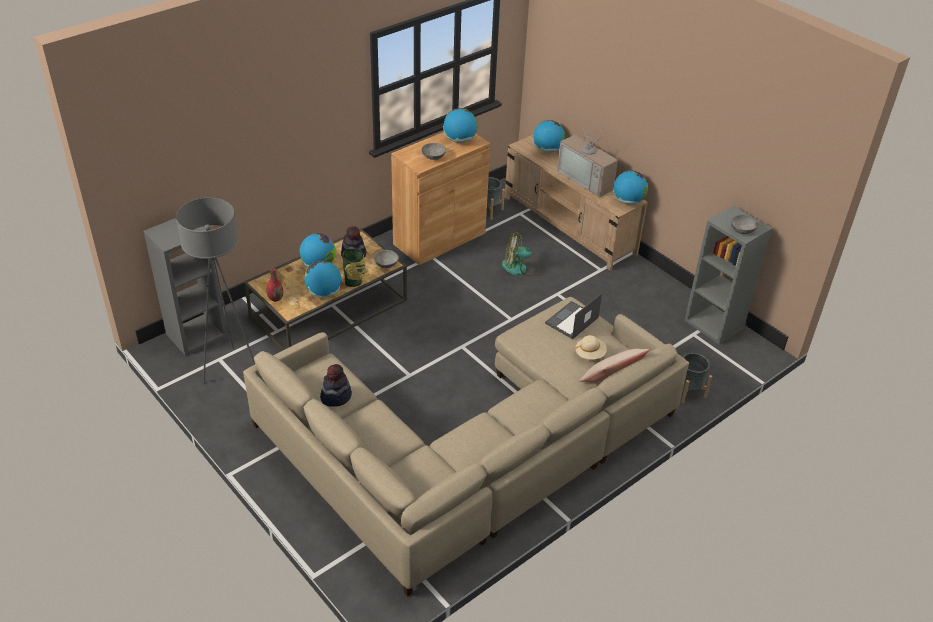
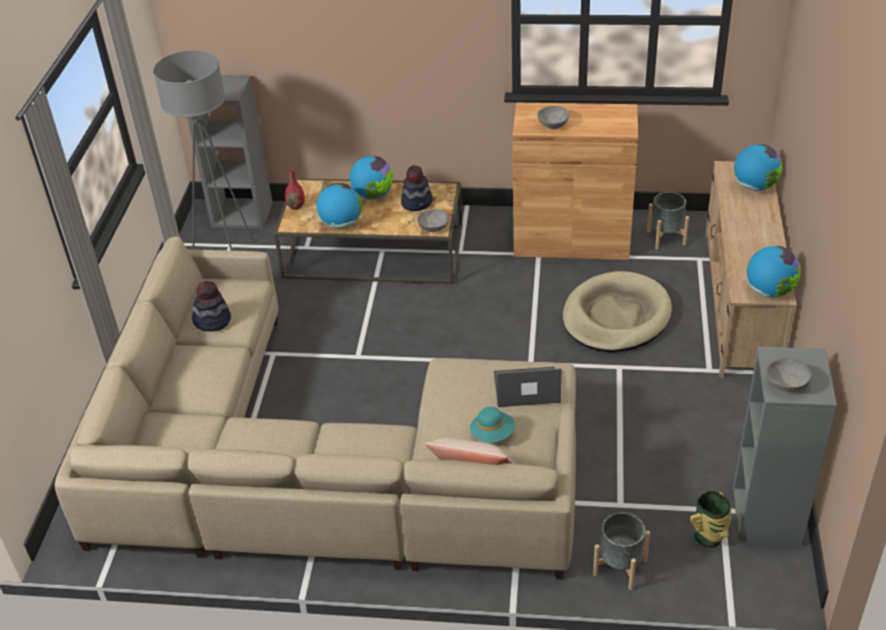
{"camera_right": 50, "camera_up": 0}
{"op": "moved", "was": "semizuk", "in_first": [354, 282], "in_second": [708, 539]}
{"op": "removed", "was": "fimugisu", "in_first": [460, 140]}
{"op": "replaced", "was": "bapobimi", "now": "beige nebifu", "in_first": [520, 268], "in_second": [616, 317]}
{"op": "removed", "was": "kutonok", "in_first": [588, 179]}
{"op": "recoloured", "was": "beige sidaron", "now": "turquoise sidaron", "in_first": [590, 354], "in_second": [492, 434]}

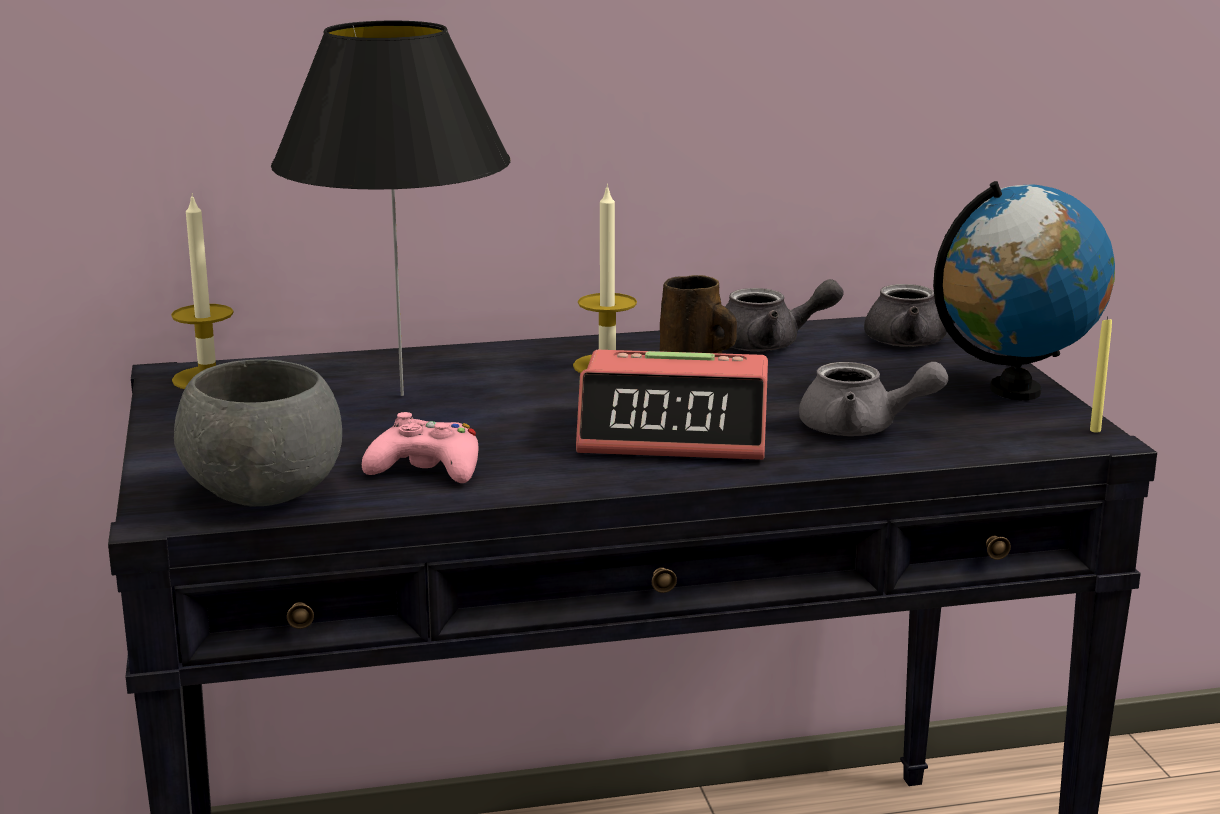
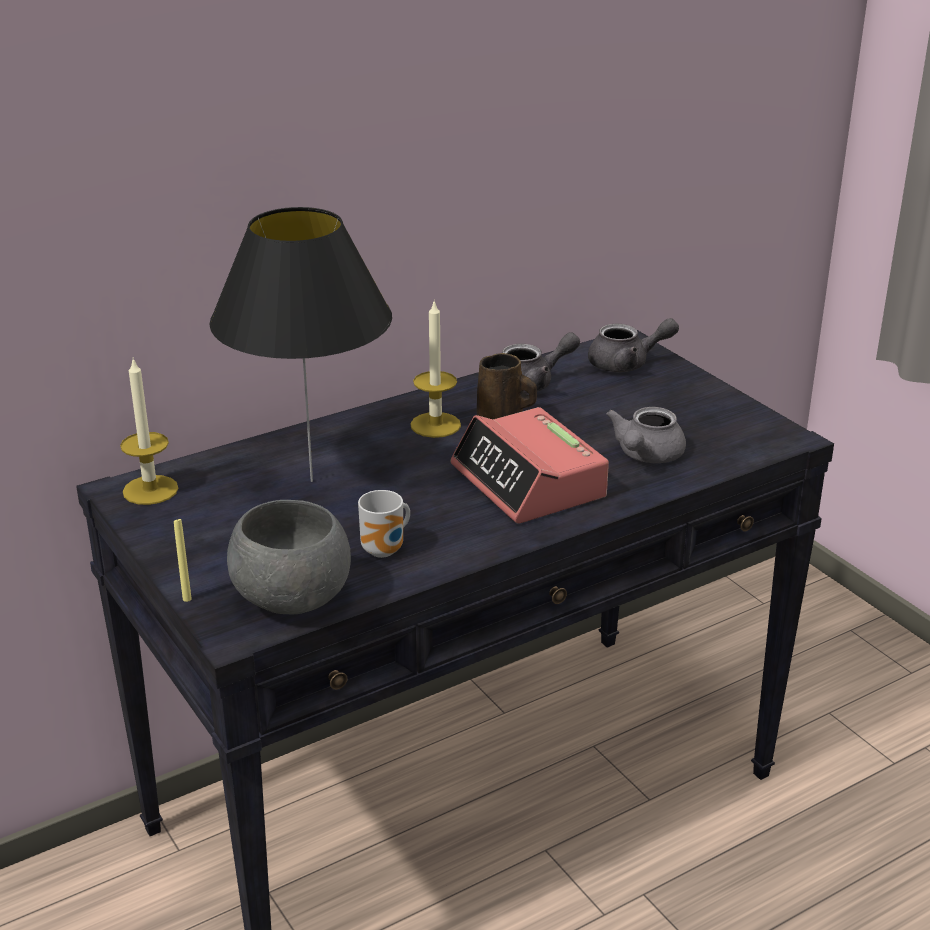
{"camera_right": -20, "camera_up": 10}
{"op": "replaced", "was": "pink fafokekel", "now": "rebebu", "in_first": [427, 469], "in_second": [386, 550]}
{"op": "turned", "was": "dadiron", "in_first": [676, 432], "in_second": [529, 482], "clockwise": 75}
{"op": "turned", "was": "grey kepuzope", "in_first": [861, 428], "in_second": [645, 456], "clockwise": 120}
{"op": "removed", "was": "fimugisu", "in_first": [1015, 391]}
{"op": "moved", "was": "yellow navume", "in_first": [1095, 430], "in_second": [187, 599]}

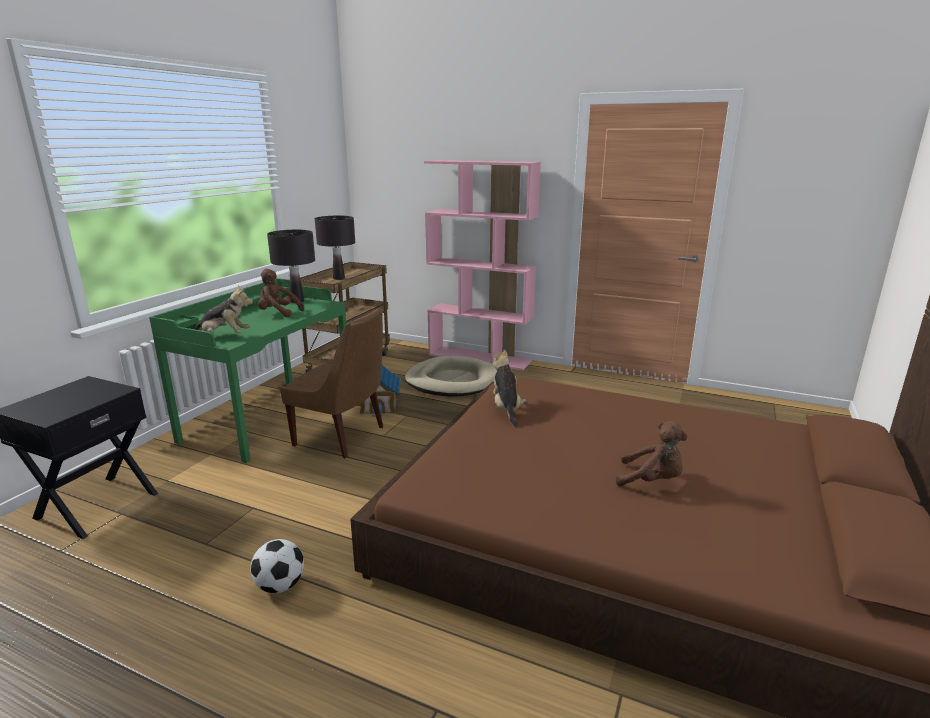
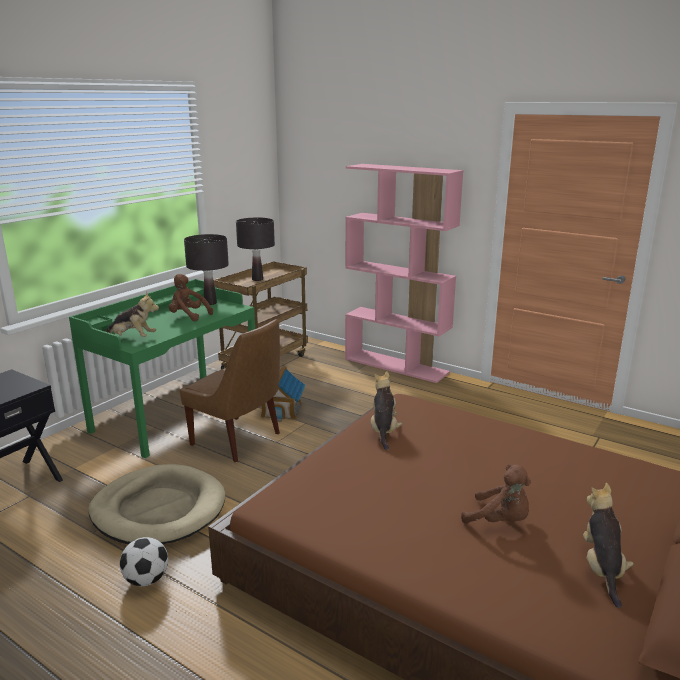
{"camera_right": 10, "camera_up": 0}
{"op": "moved", "was": "beige nebifu", "in_first": [452, 381], "in_second": [159, 509]}
{"op": "added", "now": "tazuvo", "in_second": [602, 568]}

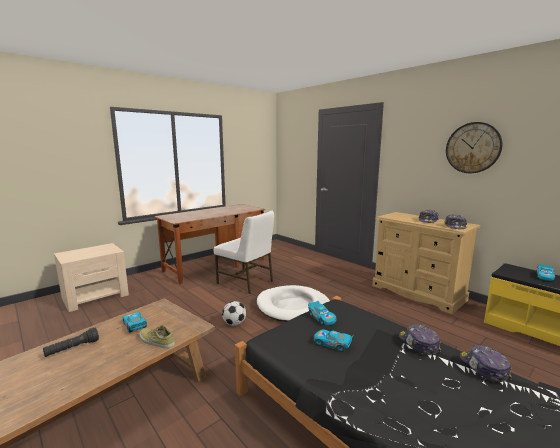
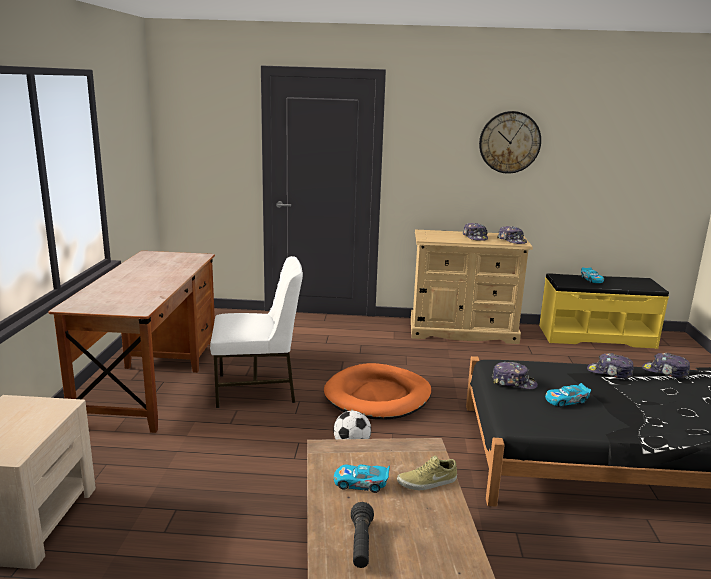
{"camera_right": -45, "camera_up": 5}
{"op": "recoloured", "was": "white nebifu", "now": "orange nebifu", "in_first": [293, 307], "in_second": [378, 396]}
{"op": "replaced", "was": "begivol", "now": "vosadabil", "in_first": [322, 318], "in_second": [513, 382]}

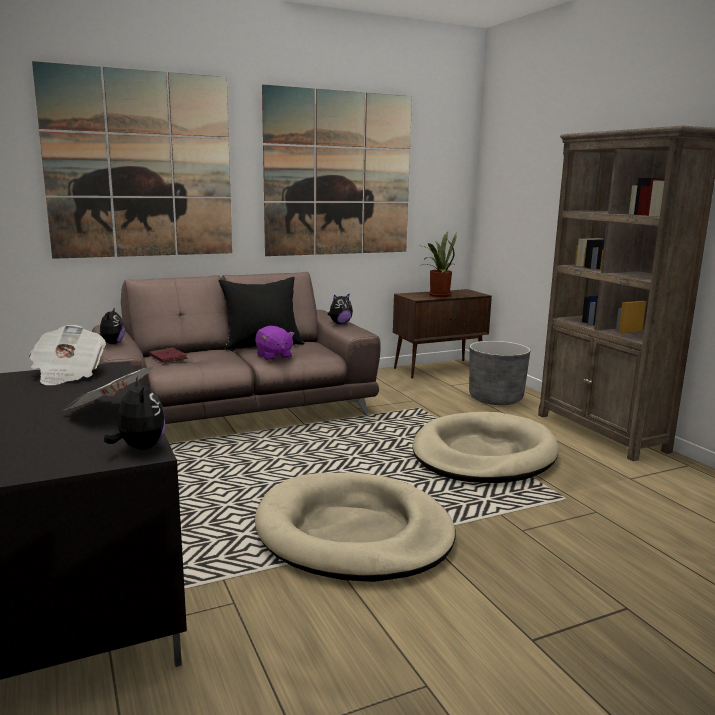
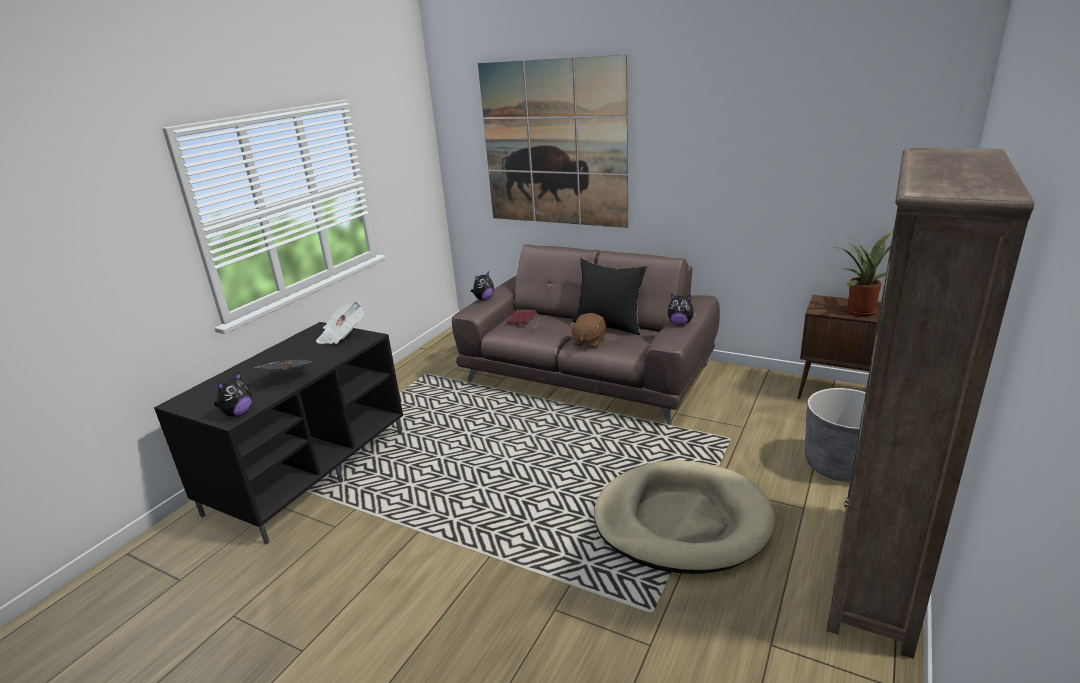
{"camera_right": 55, "camera_up": 10}
{"op": "recoloured", "was": "purple tazuvo", "now": "brown tazuvo", "in_first": [273, 356], "in_second": [588, 342]}
{"op": "removed", "was": "beige nebifu", "in_first": [354, 533]}
{"op": "removed", "was": "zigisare", "in_first": [339, 174]}

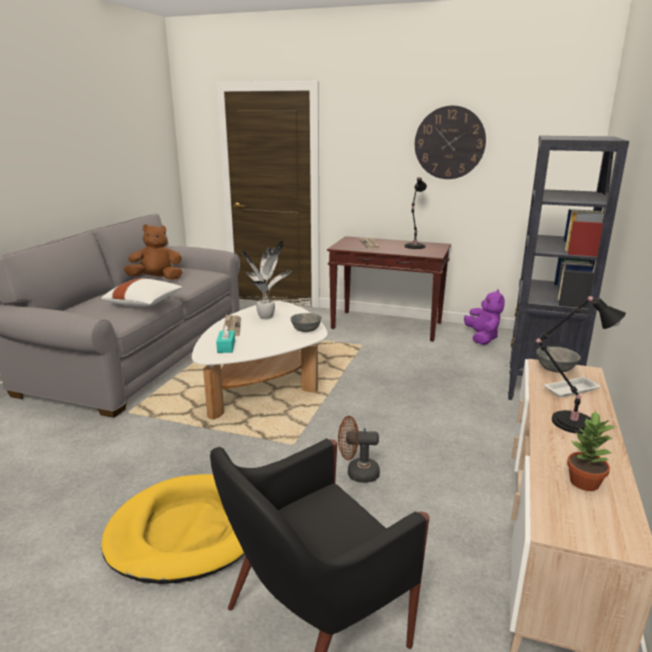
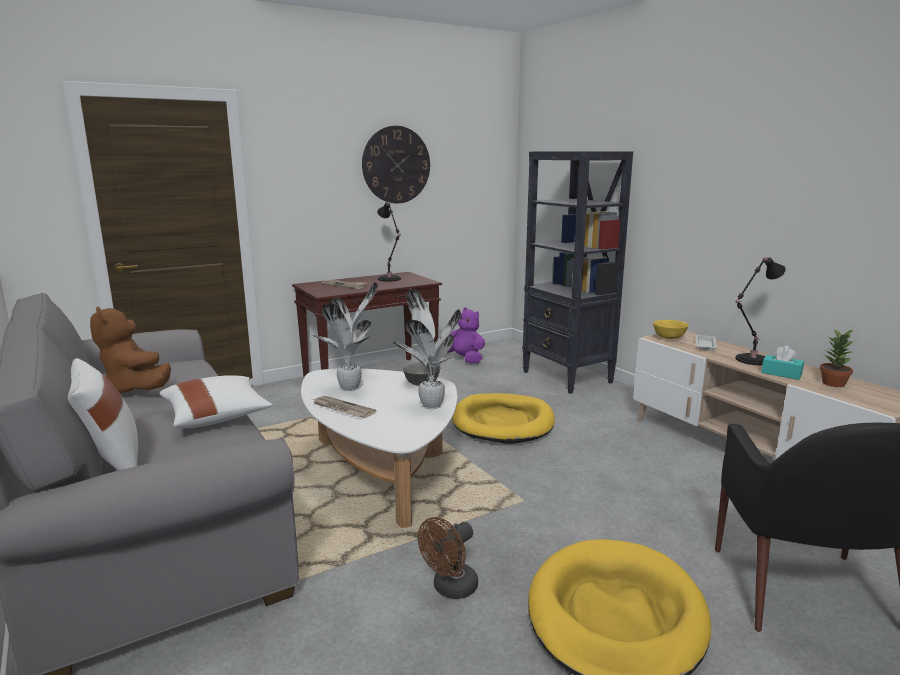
{"camera_right": -50, "camera_up": -5}
{"op": "turned", "was": "brown tazuvo", "in_first": [157, 279], "in_second": [136, 389], "clockwise": -75}
{"op": "moved", "was": "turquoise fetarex", "in_first": [226, 347], "in_second": [781, 374]}
{"op": "moved", "was": "brown bapobimi", "in_first": [357, 473], "in_second": [450, 589]}
{"op": "recoloured", "was": "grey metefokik", "now": "yellow metefokik", "in_first": [555, 369], "in_second": [668, 338]}
{"op": "added", "now": "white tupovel", "in_second": [110, 464]}
{"op": "added", "now": "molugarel", "in_second": [430, 405]}
{"op": "added", "now": "yellow nebifu", "in_second": [503, 422]}

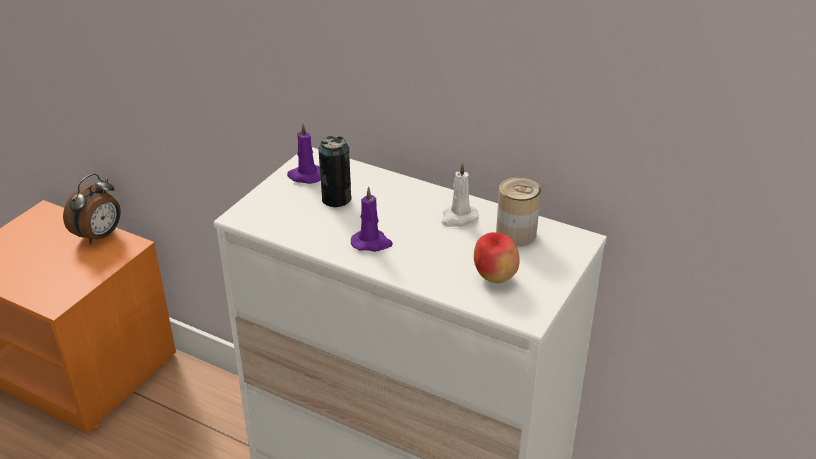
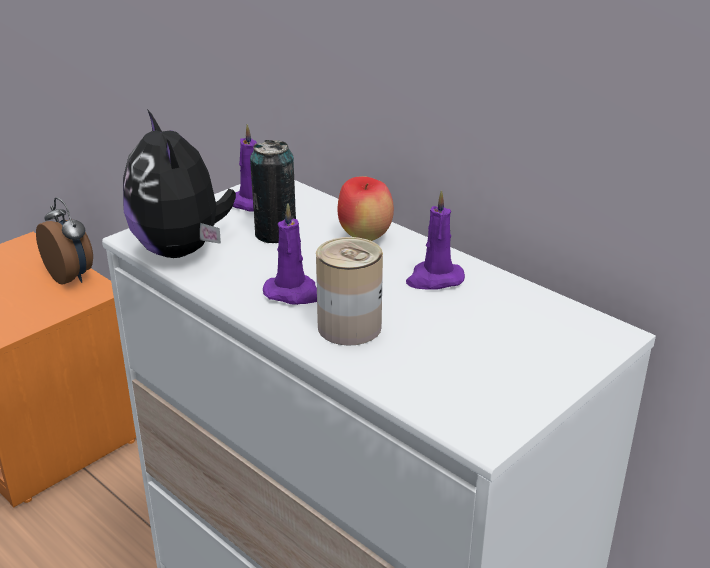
{"camera_right": 15, "camera_up": -5}
{"op": "turned", "was": "dadiron", "in_first": [100, 236], "in_second": [72, 276], "clockwise": -90}
{"op": "recoloured", "was": "white navume", "now": "purple navume", "in_first": [458, 218], "in_second": [434, 279]}
{"op": "moved", "was": "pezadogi", "in_first": [495, 277], "in_second": [365, 237]}
{"op": "moved", "was": "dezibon", "in_first": [516, 233], "in_second": [349, 327]}
{"op": "added", "now": "tazuvo", "in_second": [182, 250]}

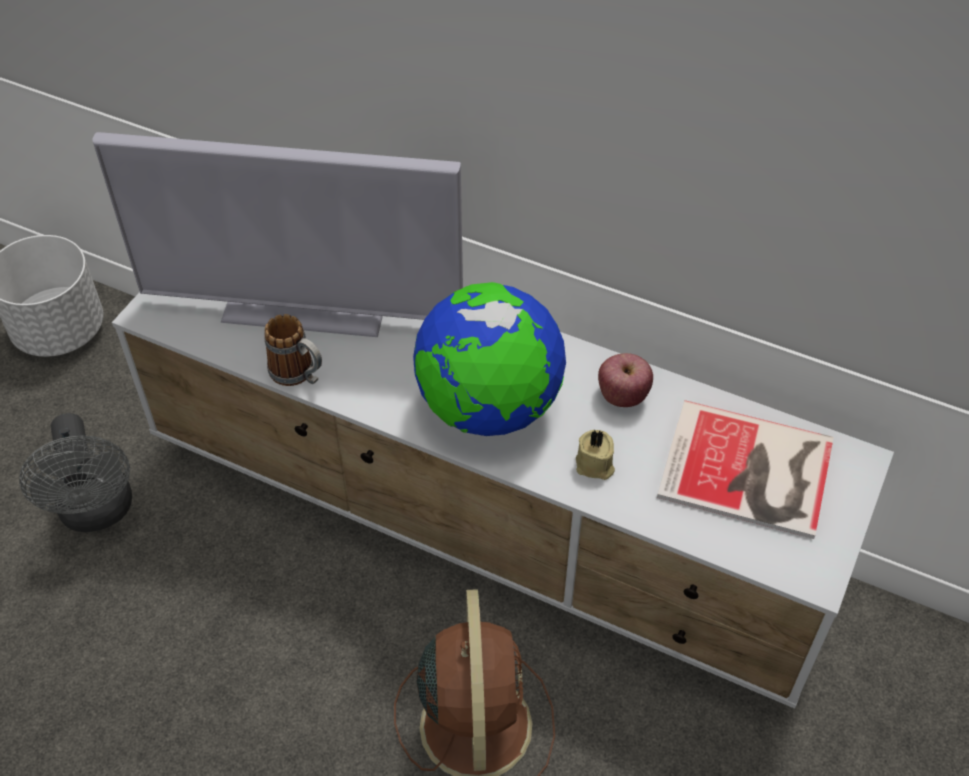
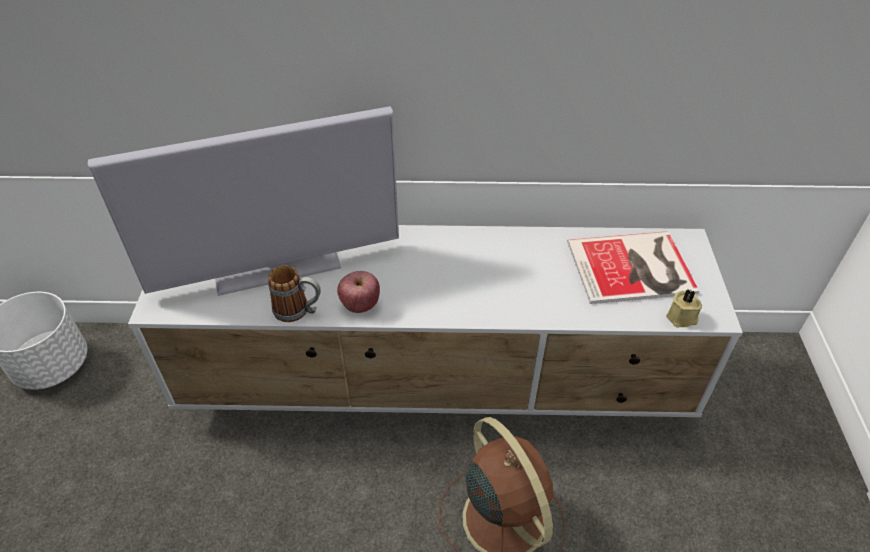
{"camera_right": -25, "camera_up": -5}
{"op": "removed", "was": "grey bapobimi", "in_first": [97, 513]}
{"op": "removed", "was": "fimugisu", "in_first": [488, 408]}
{"op": "moved", "was": "beige navume", "in_first": [595, 466], "in_second": [682, 318]}
{"op": "moved", "was": "pezadogi", "in_first": [622, 396], "in_second": [360, 304]}

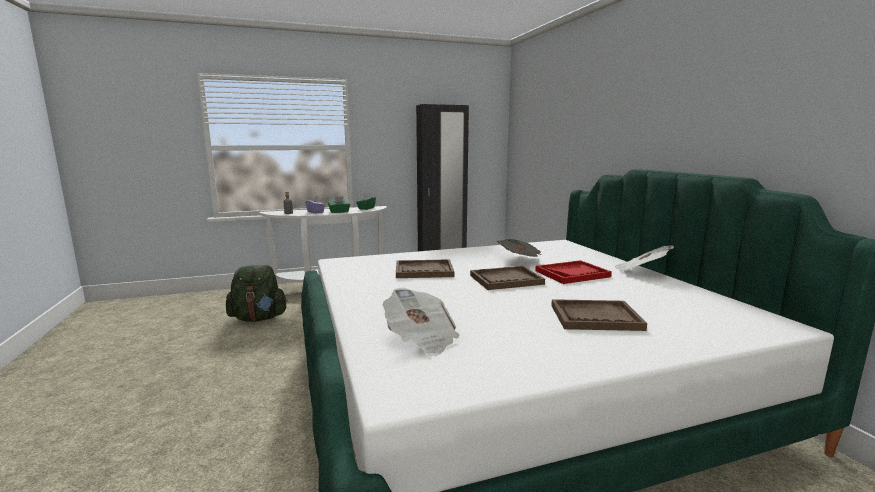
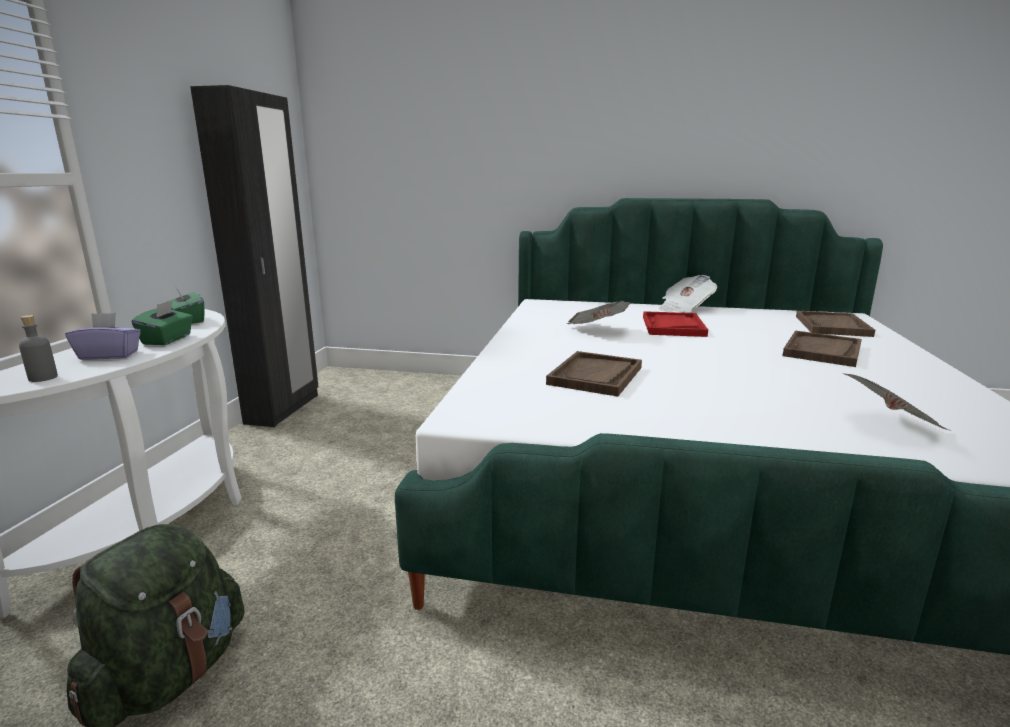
{"camera_right": -60, "camera_up": 5}
{"op": "moved", "was": "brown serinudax", "in_first": [506, 280], "in_second": [832, 326]}

